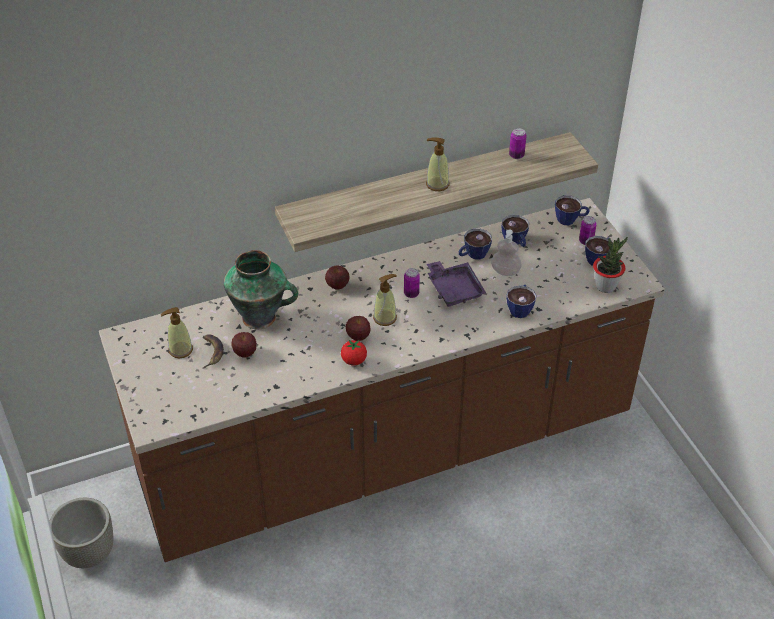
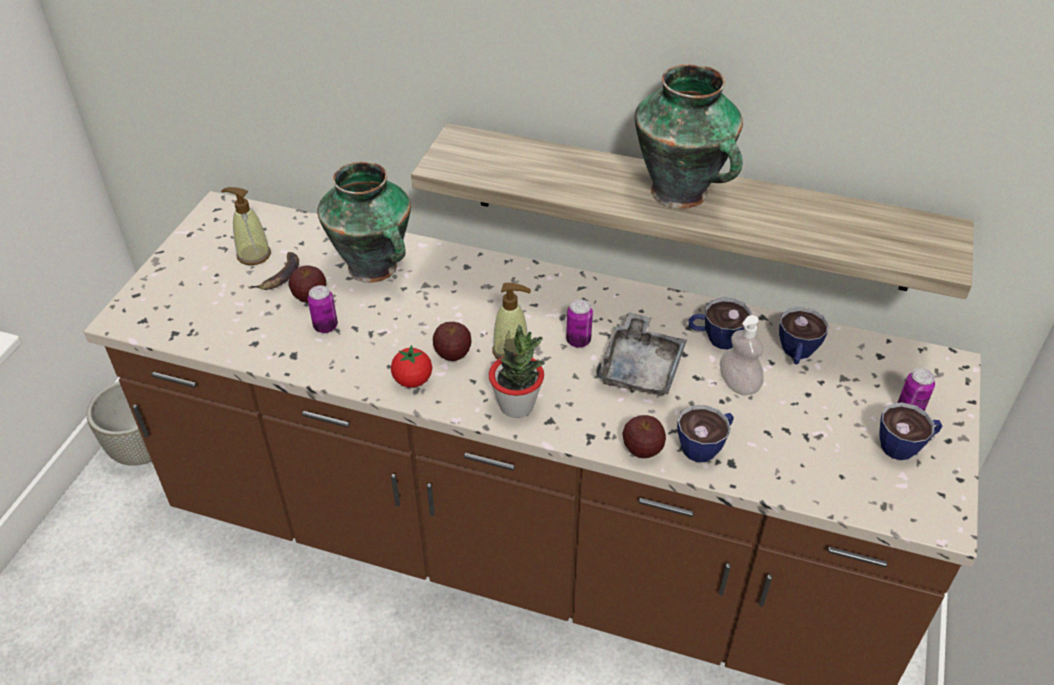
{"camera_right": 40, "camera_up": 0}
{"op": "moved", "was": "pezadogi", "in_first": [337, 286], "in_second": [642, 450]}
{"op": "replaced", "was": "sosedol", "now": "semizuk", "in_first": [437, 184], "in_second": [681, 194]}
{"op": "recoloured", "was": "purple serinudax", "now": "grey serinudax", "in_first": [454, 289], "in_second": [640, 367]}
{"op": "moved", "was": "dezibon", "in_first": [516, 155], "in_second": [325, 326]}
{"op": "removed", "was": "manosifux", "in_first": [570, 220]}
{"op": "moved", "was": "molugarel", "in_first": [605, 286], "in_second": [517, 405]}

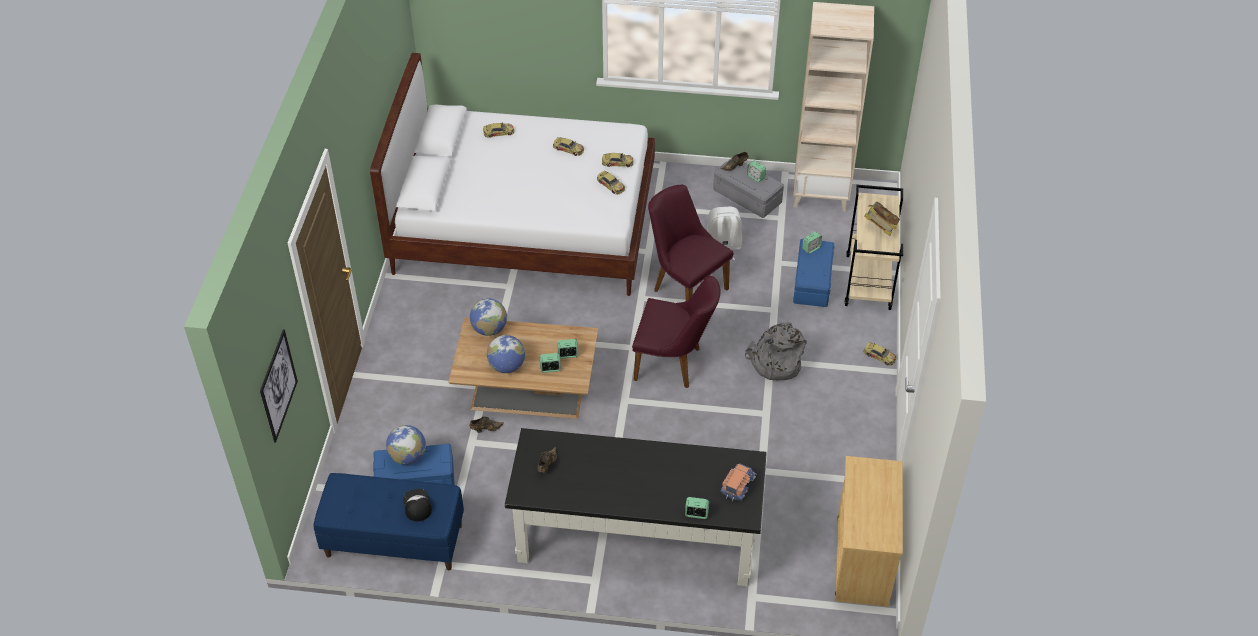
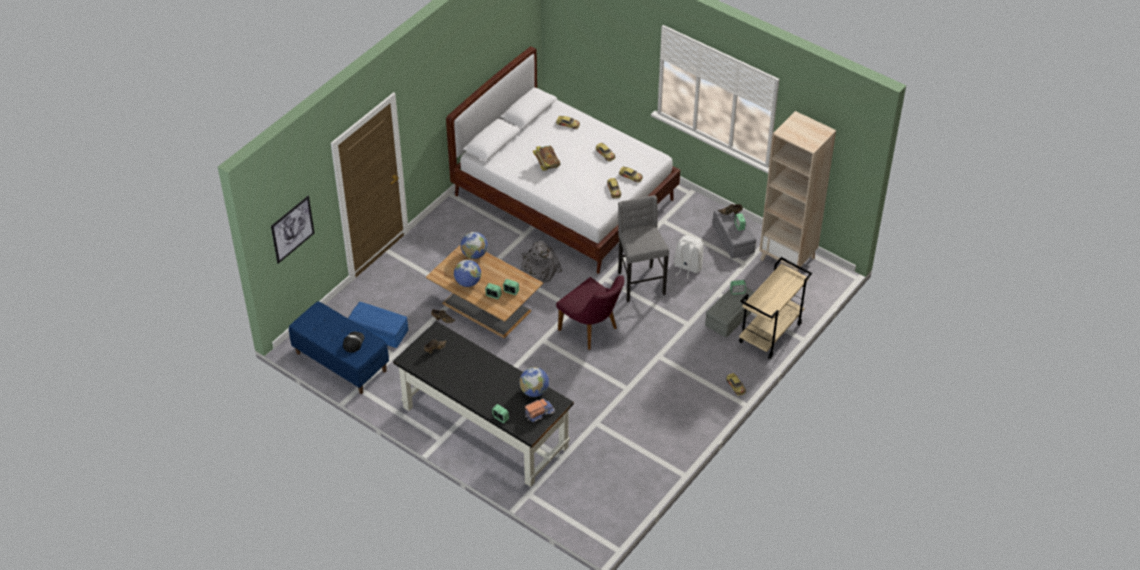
{"camera_right": 30, "camera_up": 0}
{"op": "moved", "was": "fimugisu", "in_first": [408, 456], "in_second": [534, 391]}
{"op": "replaced", "was": "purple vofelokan", "now": "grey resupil", "in_first": [685, 286], "in_second": [640, 283]}
{"op": "moved", "was": "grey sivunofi", "in_first": [775, 363], "in_second": [538, 270]}
{"op": "recoloured", "was": "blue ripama", "now": "grey ripama", "in_first": [811, 281], "in_second": [730, 316]}
{"op": "removed", "was": "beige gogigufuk", "in_first": [862, 561]}
{"op": "moved", "was": "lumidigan", "in_first": [880, 228], "in_second": [546, 165]}

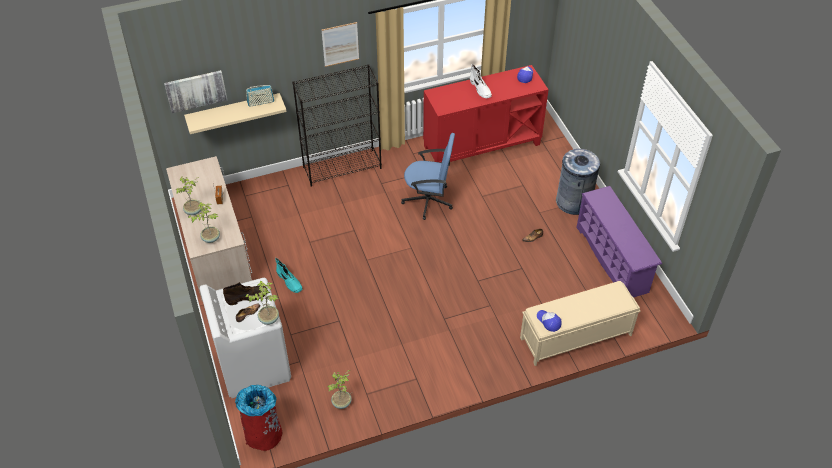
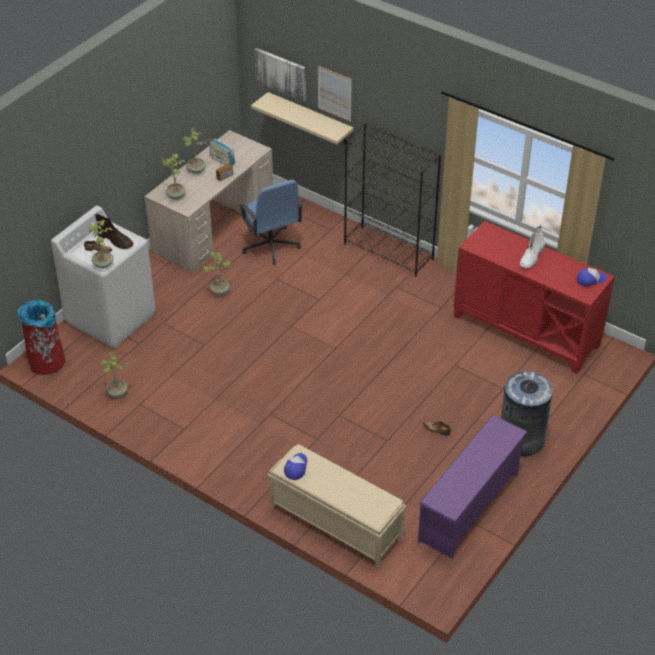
{"camera_right": 55, "camera_up": -5}
{"op": "moved", "was": "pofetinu", "in_first": [261, 102], "in_second": [222, 160]}
{"op": "replaced", "was": "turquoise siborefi", "now": "molugarel", "in_first": [290, 282], "in_second": [219, 291]}
{"op": "moved", "was": "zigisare", "in_first": [340, 44], "in_second": [334, 93]}
{"op": "moved", "was": "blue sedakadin", "in_first": [428, 201], "in_second": [270, 246]}

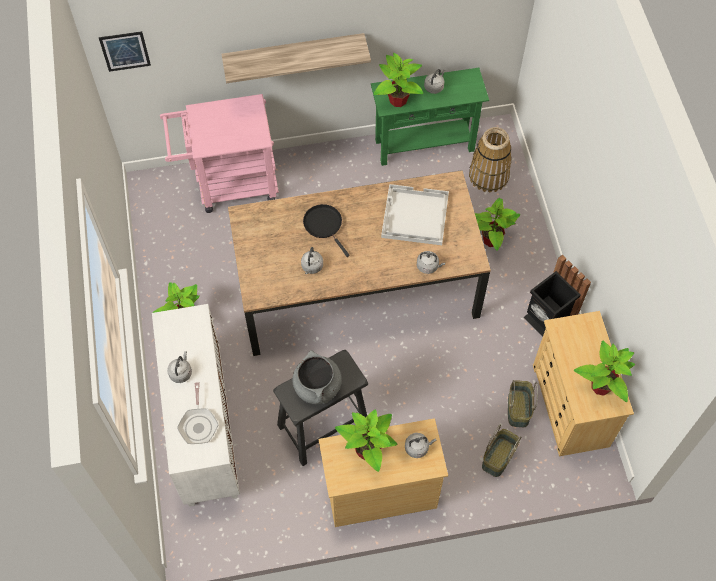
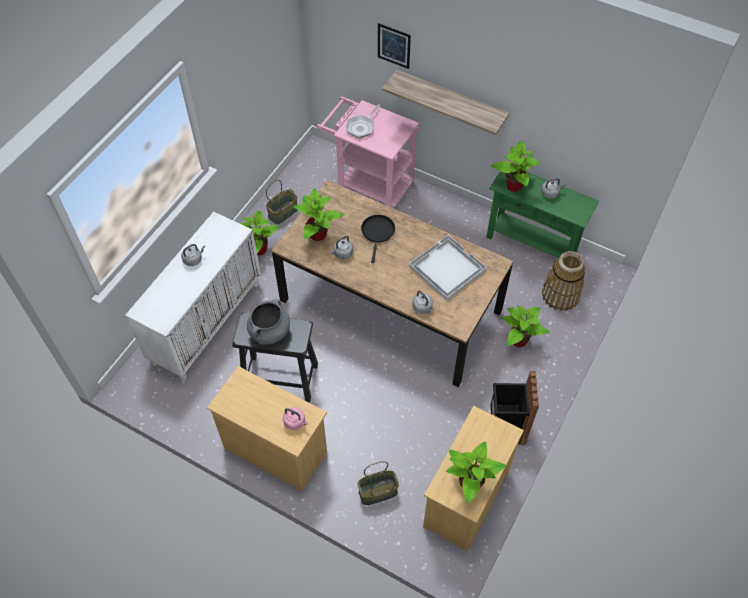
{"camera_right": 40, "camera_up": -5}
{"op": "moved", "was": "zigisare", "in_first": [125, 51], "in_second": [394, 46]}
{"op": "moved", "was": "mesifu", "in_first": [198, 424], "in_second": [362, 127]}
{"op": "moved", "was": "molugarel", "in_first": [368, 451], "in_second": [318, 235]}
{"op": "recoloured", "was": "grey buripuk", "now": "pink buripuk", "in_first": [418, 447], "in_second": [295, 422]}
{"op": "moved", "was": "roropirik", "in_first": [518, 408], "in_second": [283, 212]}

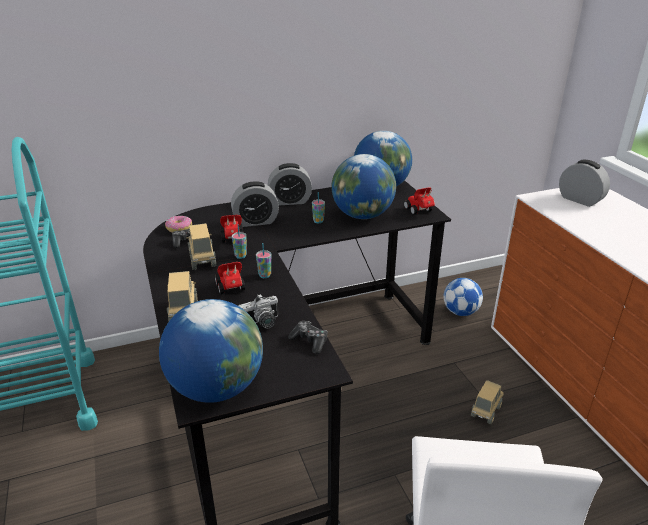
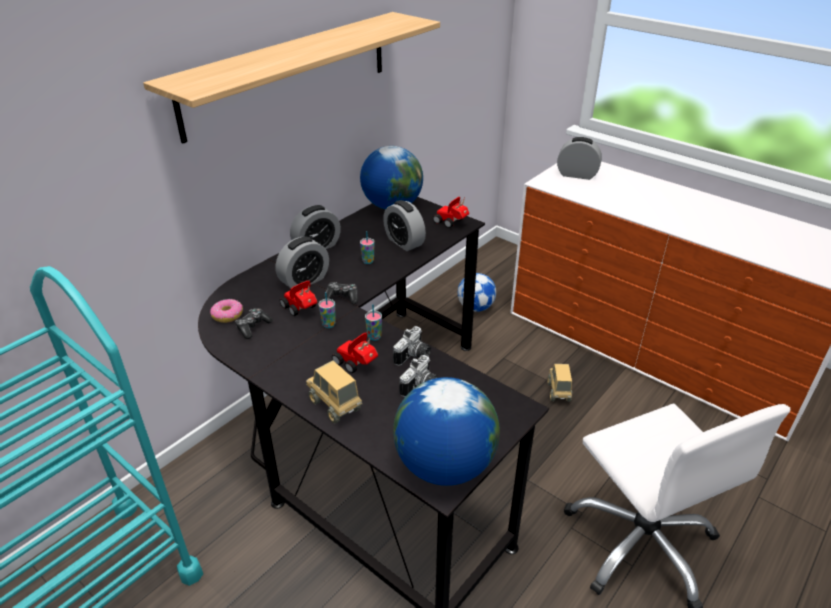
{"camera_right": -30, "camera_up": 5}
{"op": "removed", "was": "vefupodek", "in_first": [202, 260]}
{"op": "moved", "was": "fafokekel", "in_first": [309, 341], "in_second": [342, 297]}
{"op": "replaced", "was": "fimugisu", "now": "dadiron", "in_first": [362, 215], "in_second": [404, 242]}
{"op": "added", "now": "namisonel", "in_second": [289, 73]}
{"op": "added", "now": "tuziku", "in_second": [414, 356]}

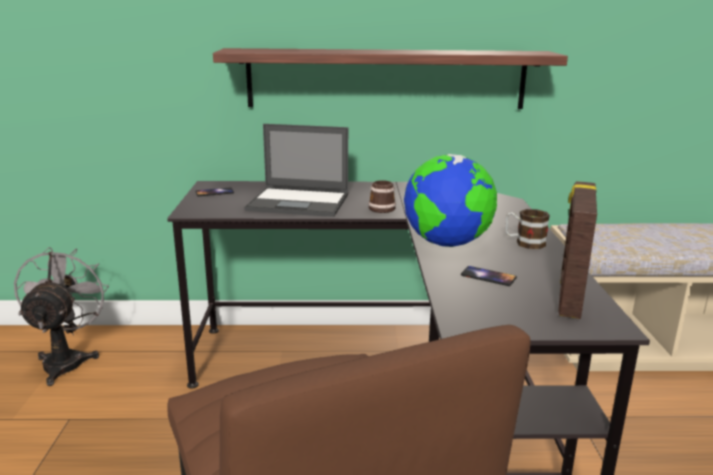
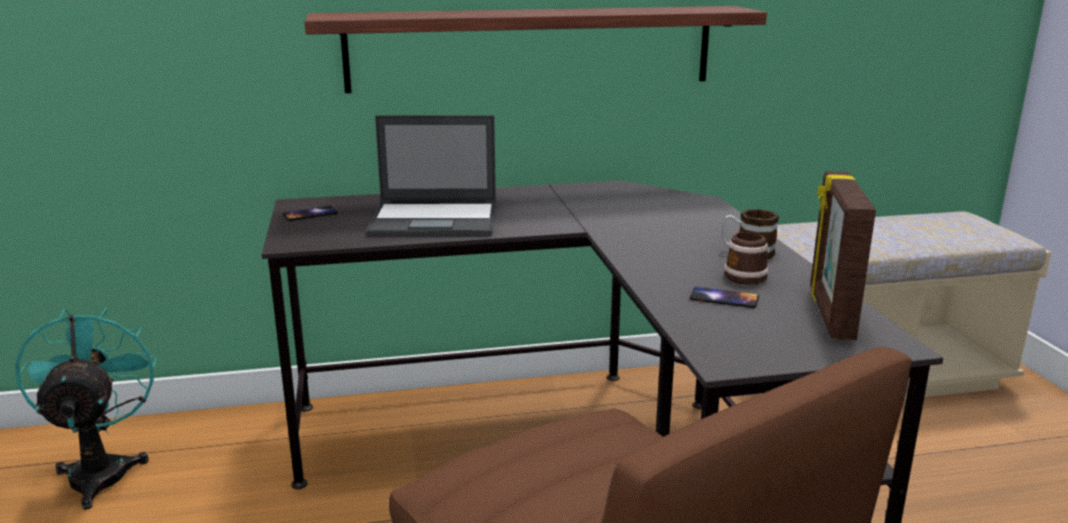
{"camera_right": -10, "camera_up": 0}
{"op": "recoloured", "was": "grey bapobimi", "now": "turquoise bapobimi", "in_first": [67, 360], "in_second": [102, 470]}
{"op": "moved", "was": "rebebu", "in_first": [381, 207], "in_second": [742, 274]}
{"op": "removed", "was": "fimugisu", "in_first": [447, 244]}

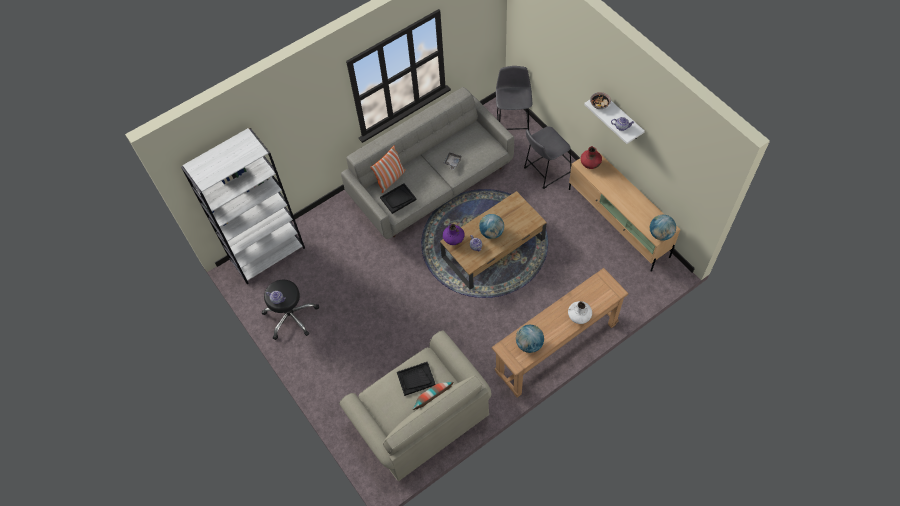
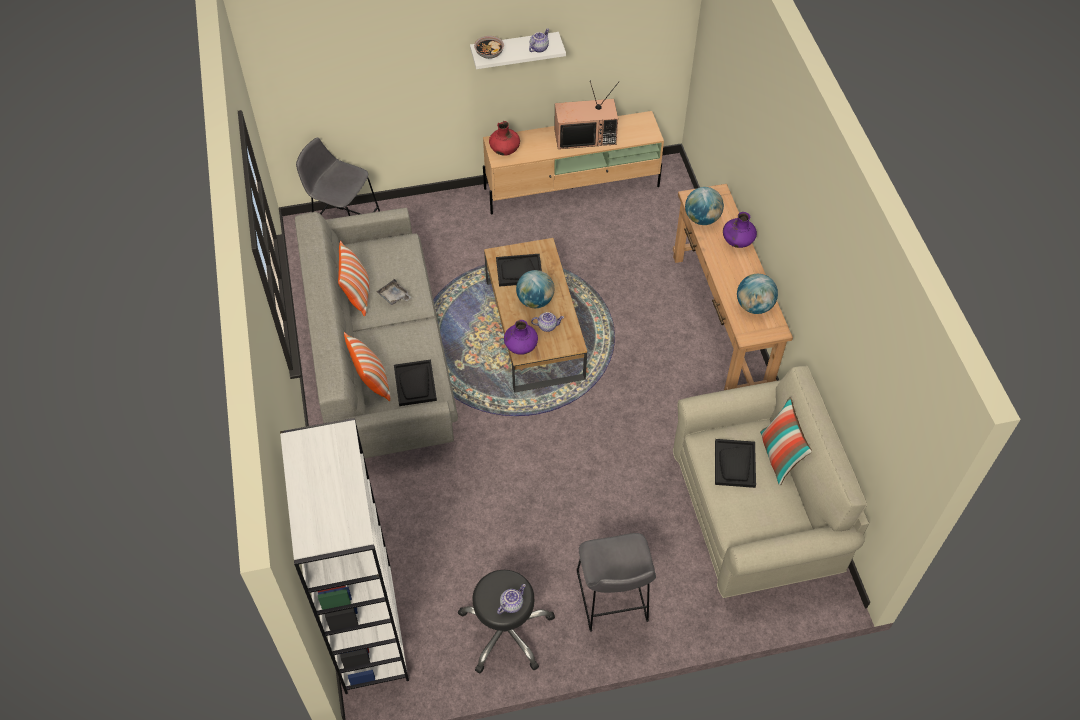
{"camera_right": -70, "camera_up": -5}
{"op": "moved", "was": "grey resupil", "in_first": [545, 171], "in_second": [612, 600]}
{"op": "recoloured", "was": "white semizuk", "now": "purple semizuk", "in_first": [579, 316], "in_second": [737, 241]}
{"op": "moved", "was": "fimugisu", "in_first": [660, 234], "in_second": [702, 219]}
{"op": "added", "now": "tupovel", "in_second": [357, 295]}
{"op": "added", "now": "black serinudax", "in_second": [519, 271]}
{"op": "added", "now": "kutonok", "in_second": [585, 136]}

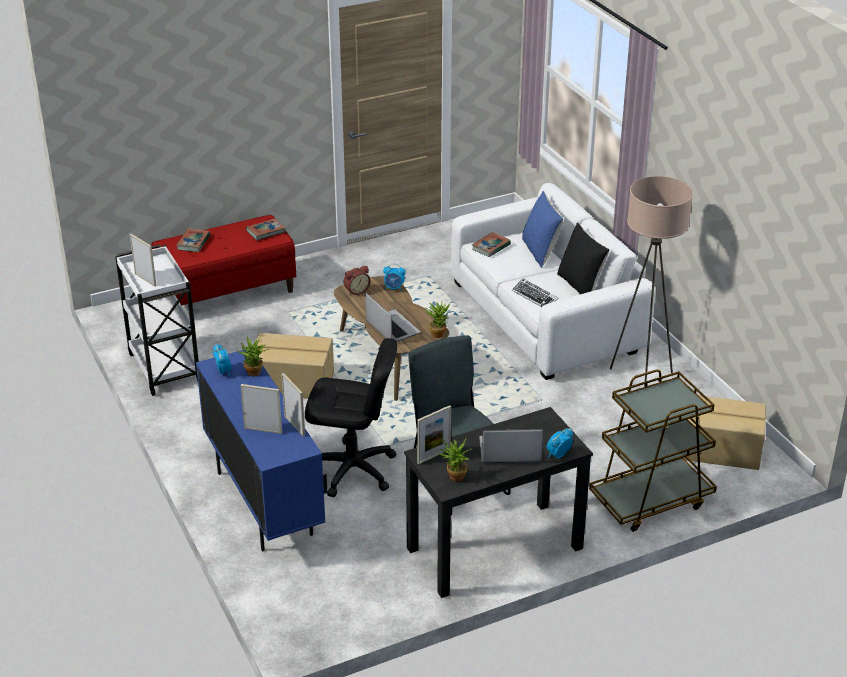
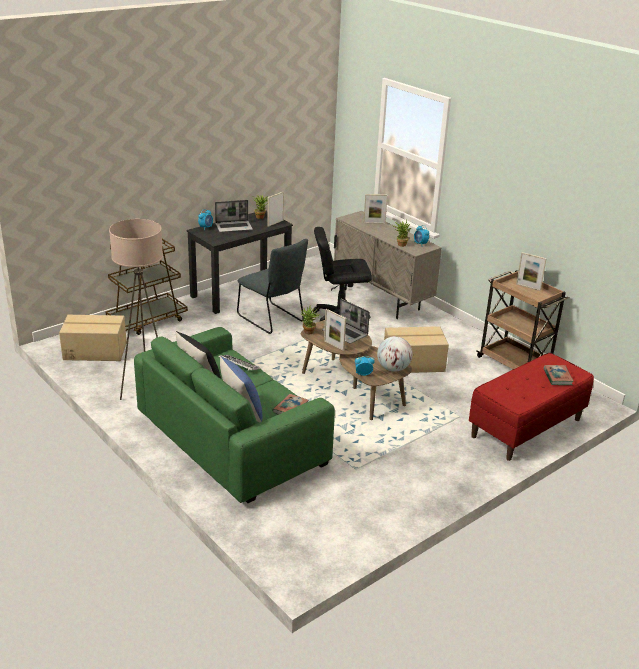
{"camera_right": 165, "camera_up": -5}
{"op": "recoloured", "was": "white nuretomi", "now": "brown nuretomi", "in_first": [164, 367], "in_second": [514, 364]}
{"op": "recoloured", "was": "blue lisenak", "now": "beige lisenak", "in_first": [264, 503], "in_second": [381, 300]}
{"op": "removed", "was": "lumidigan", "in_first": [265, 231]}
{"op": "moved", "was": "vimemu", "in_first": [294, 426], "in_second": [334, 345]}
{"op": "replaced", "was": "dadiron", "now": "fimugisu", "in_first": [356, 291], "in_second": [393, 369]}
{"op": "recoloured", "was": "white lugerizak", "now": "green lugerizak", "in_first": [546, 316], "in_second": [231, 439]}

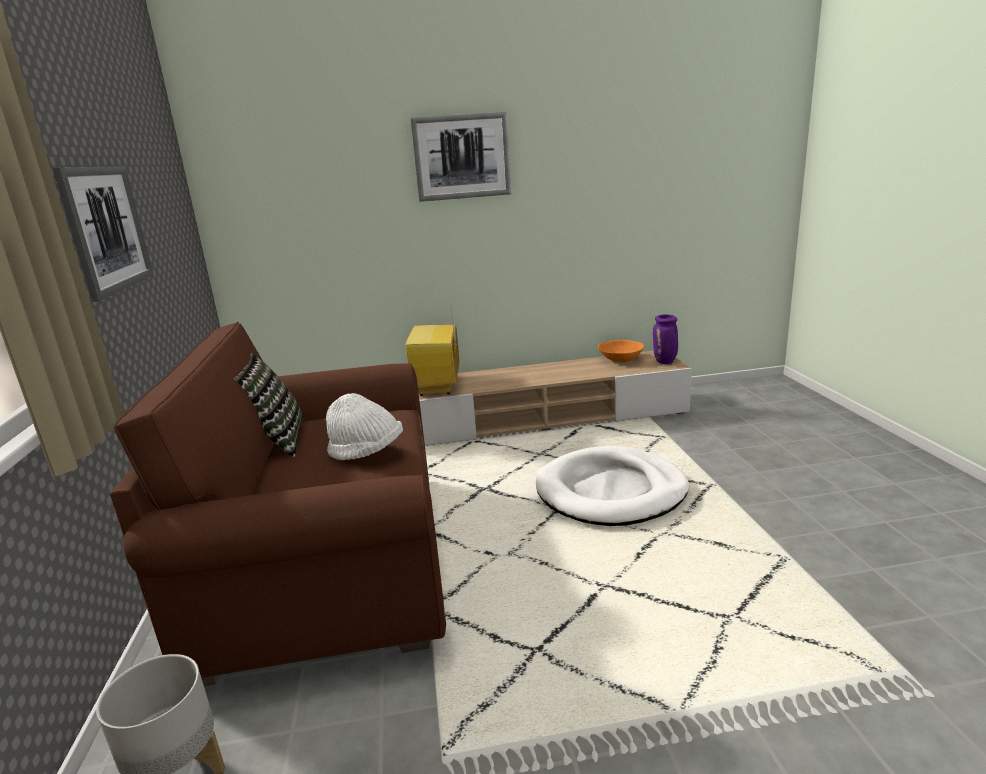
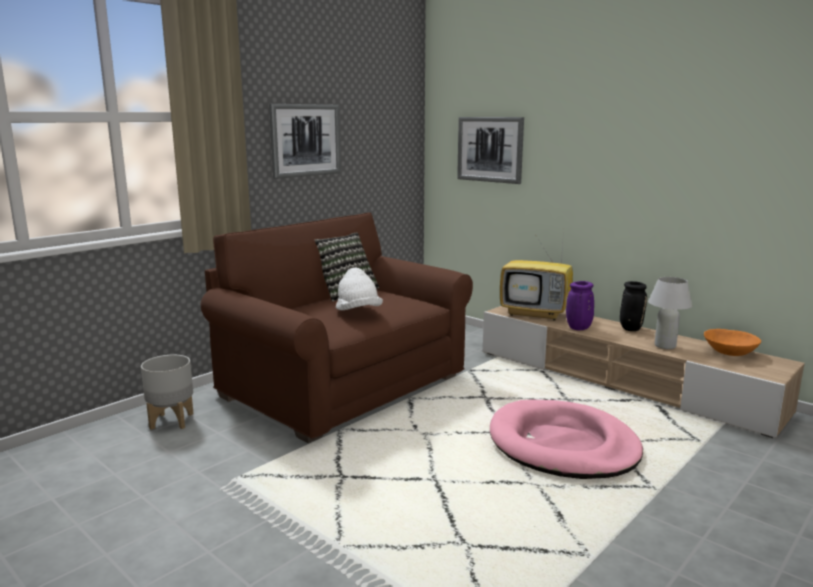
{"camera_right": 50, "camera_up": -5}
{"op": "turned", "was": "kutonok", "in_first": [438, 386], "in_second": [536, 314], "clockwise": -120}
{"op": "moved", "was": "zigisare", "in_first": [462, 157], "in_second": [490, 149]}
{"op": "recoloured", "was": "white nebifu", "now": "pink nebifu", "in_first": [611, 491], "in_second": [562, 445]}
{"op": "moved", "was": "purple semizuk", "in_first": [665, 362], "in_second": [578, 328]}
{"op": "added", "now": "black semizuk", "in_second": [630, 328]}
{"op": "added", "now": "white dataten", "in_second": [665, 346]}

